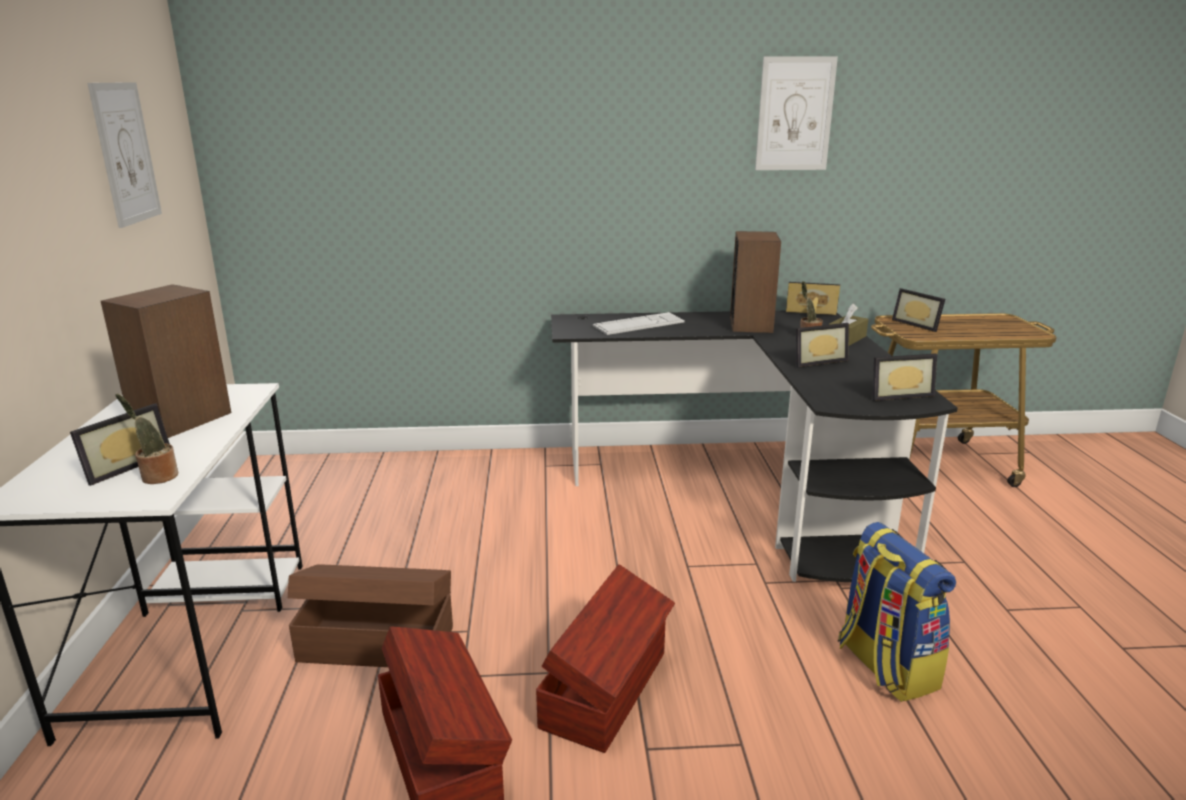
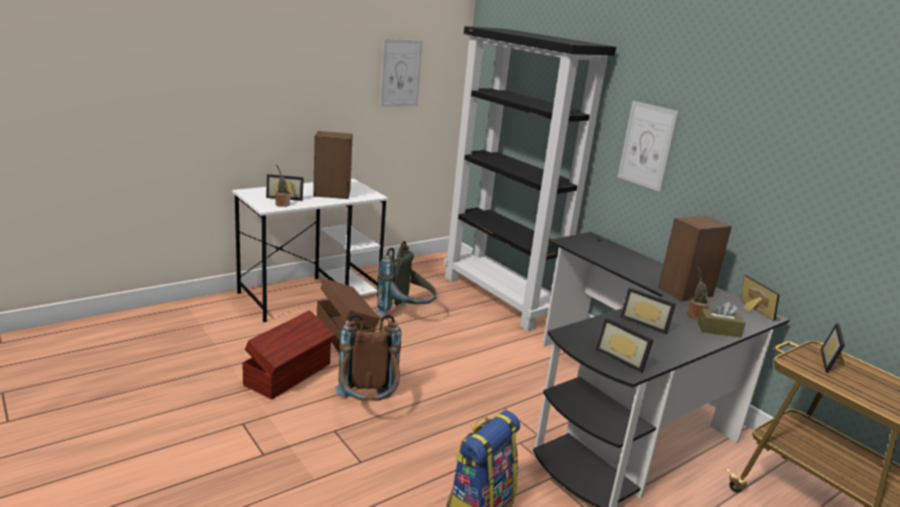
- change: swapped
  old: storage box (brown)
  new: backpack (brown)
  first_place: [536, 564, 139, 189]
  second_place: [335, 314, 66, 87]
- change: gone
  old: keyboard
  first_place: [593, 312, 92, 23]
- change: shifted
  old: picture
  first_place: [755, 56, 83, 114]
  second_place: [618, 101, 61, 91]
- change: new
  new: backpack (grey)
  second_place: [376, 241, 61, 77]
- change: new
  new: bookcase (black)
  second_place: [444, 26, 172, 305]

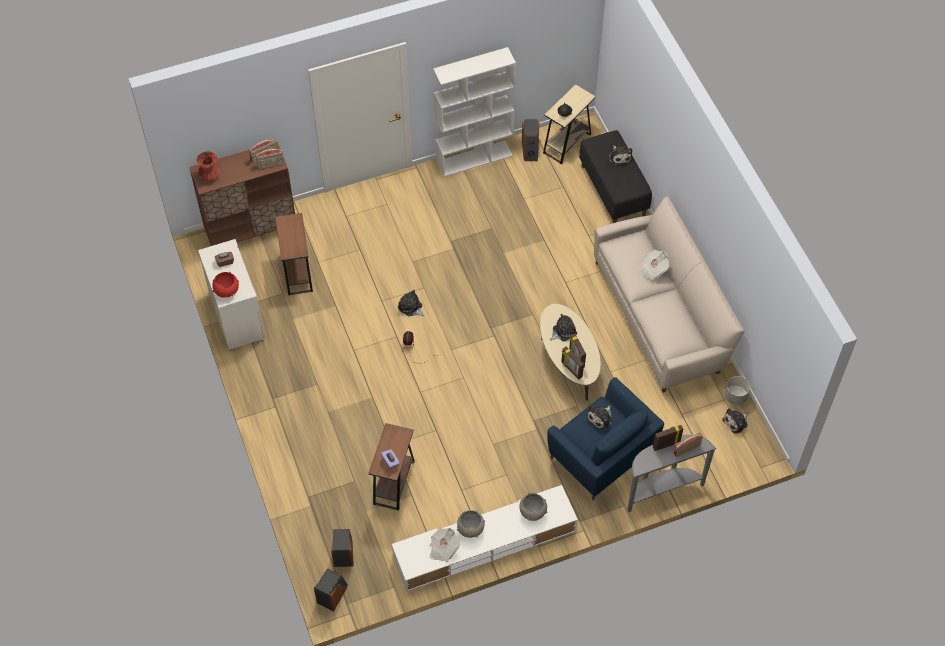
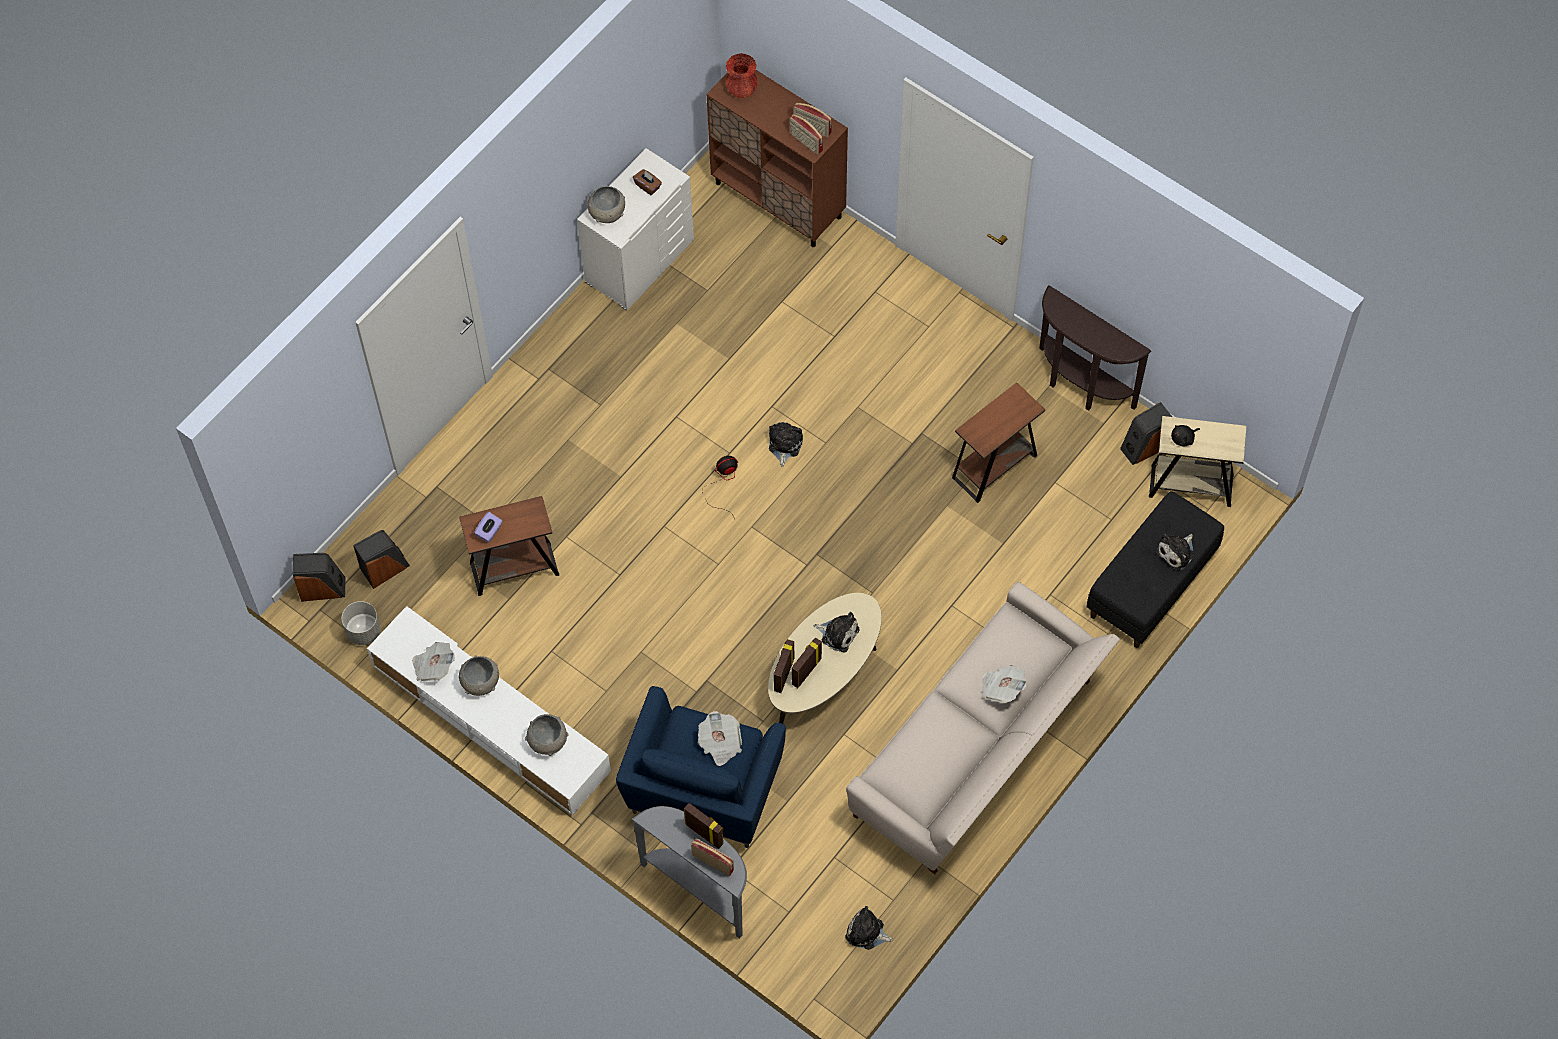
- change: repainted
  old: bowl (red)
  new: bowl (grey)
  first_place: [213, 272, 26, 26]
  second_place: [587, 186, 38, 37]
- change: shifted
  old: side table (brown)
  first_place: [275, 213, 38, 82]
  second_place: [952, 383, 93, 120]
- change: swapped
  old: bookcase (white)
  new: console table (brown)
  first_place: [433, 47, 83, 130]
  second_place: [1039, 286, 112, 125]
- change: swapped
  old: plush toy
  new: newspaper
  first_place: [586, 405, 27, 25]
  second_place: [698, 711, 44, 55]
- change: shifted
  old: planter (grey)
  first_place: [725, 376, 25, 29]
  second_place: [342, 601, 39, 44]

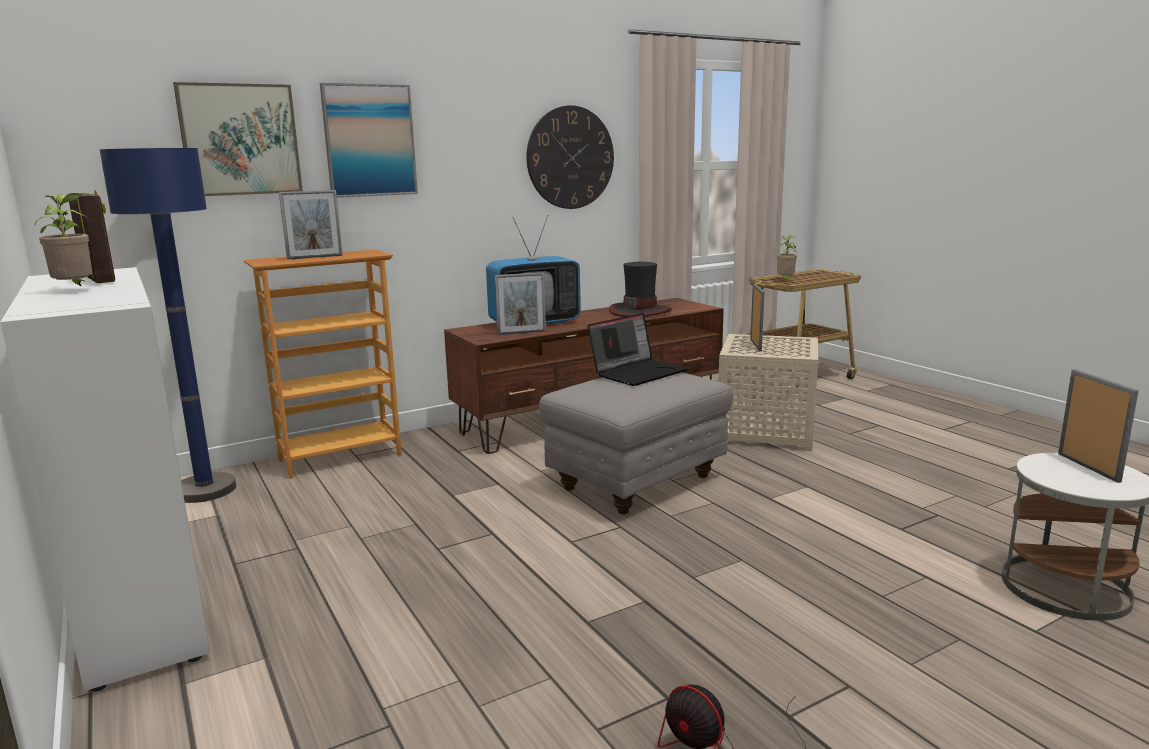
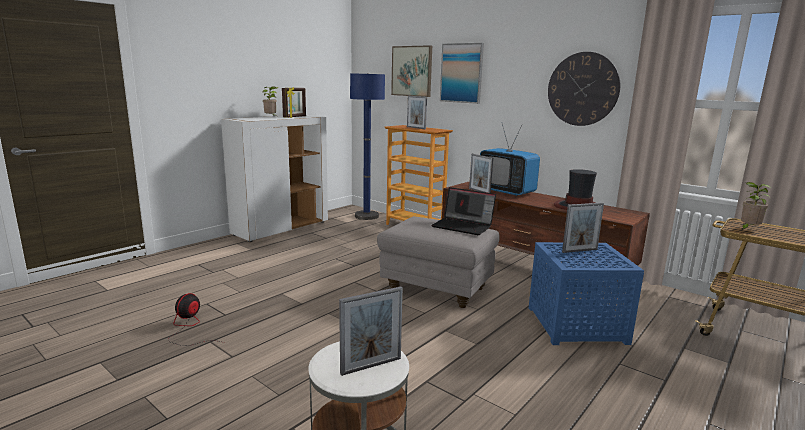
- change: repainted
  old: side table (beige)
  new: side table (blue)
  first_place: [718, 334, 100, 117]
  second_place: [529, 242, 115, 103]

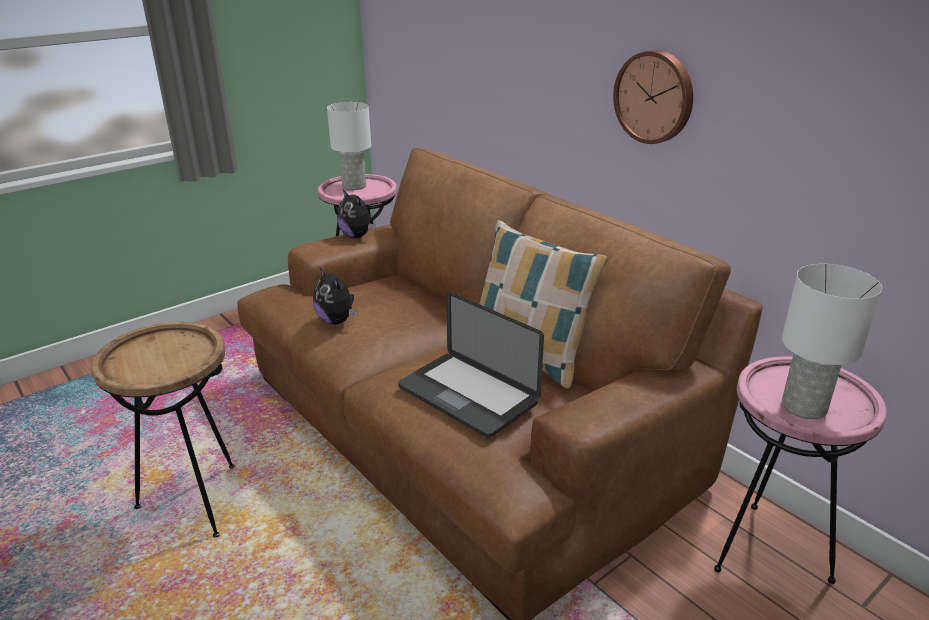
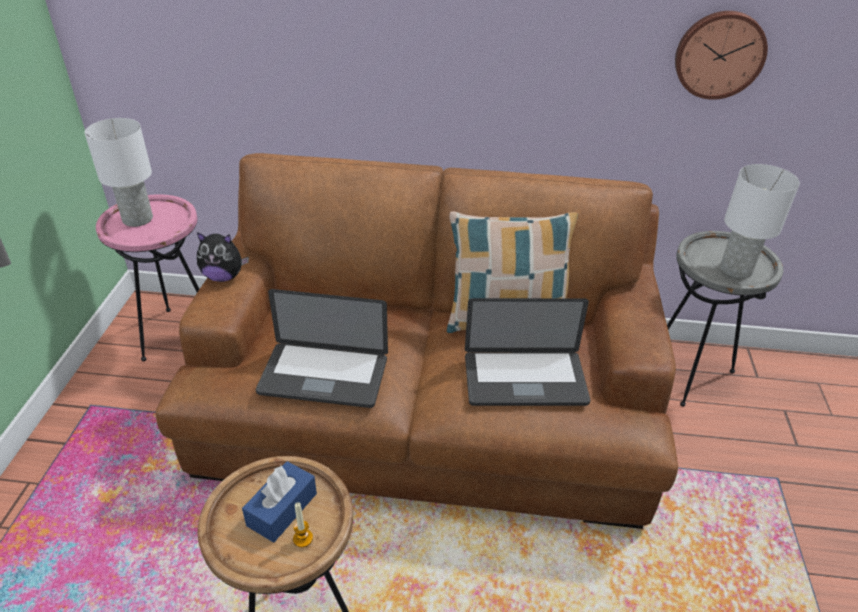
- change: swapped
  old: plush toy
  new: laptop
  first_place: [313, 267, 44, 58]
  second_place: [256, 289, 132, 119]
- change: shifted
  old: wall clock
  first_place: [613, 50, 80, 94]
  second_place: [675, 11, 93, 89]
- change: repainted
  old: side table (pink)
  new: side table (grey)
  first_place: [714, 356, 173, 228]
  second_place: [667, 231, 116, 176]
- change: new
  new: tissue box (blue)
  second_place: [242, 461, 75, 82]
- change: new
  new: candle
  second_place: [293, 502, 20, 46]

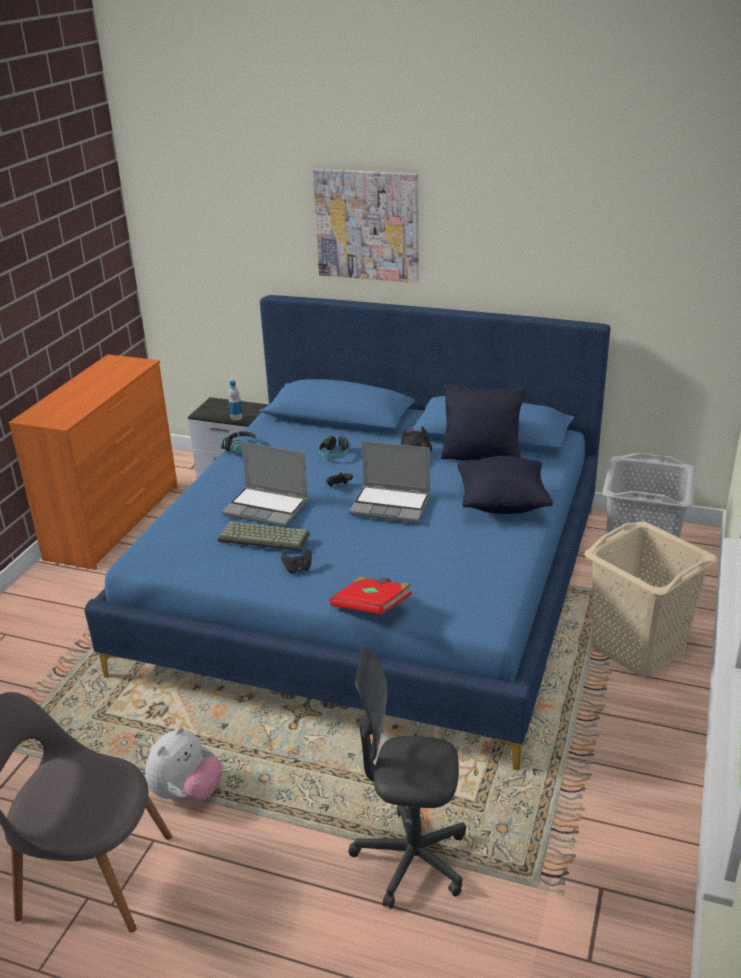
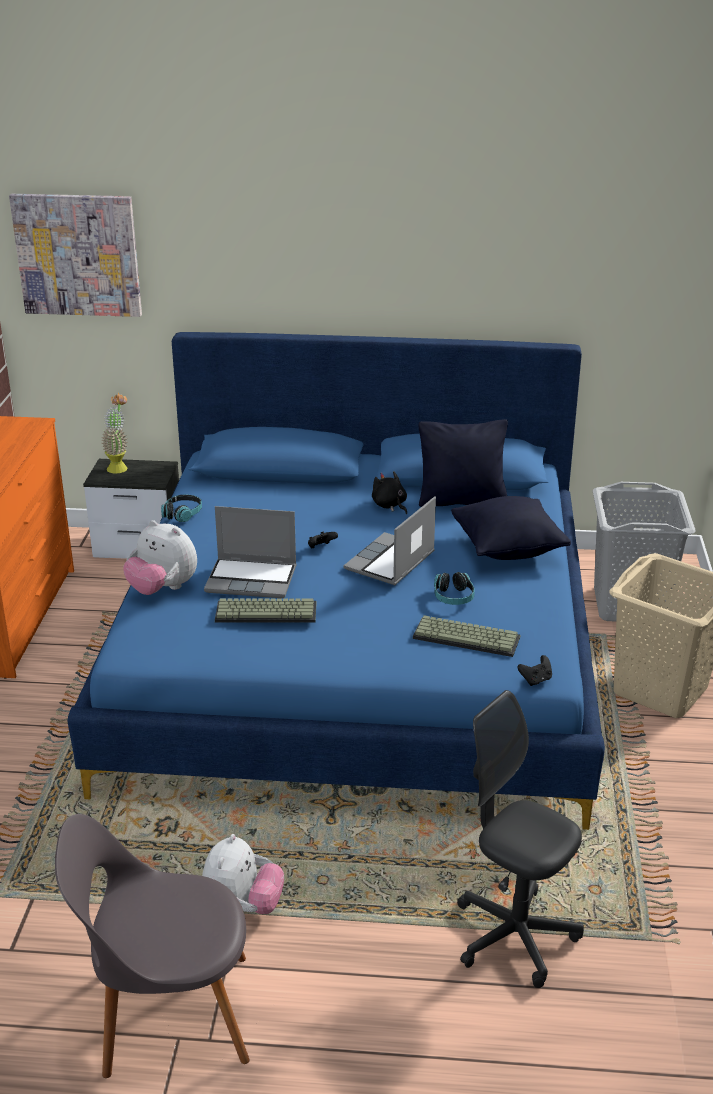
- change: gone
  old: bottle
  first_place: [228, 381, 15, 40]
- change: shifted
  old: game controller (black)
  first_place: [281, 549, 31, 25]
  second_place: [517, 655, 35, 31]
- change: shifted
  old: picture
  first_place: [313, 169, 106, 114]
  second_place: [9, 194, 133, 123]
- change: shifted
  old: headphones
  first_place: [319, 436, 31, 23]
  second_place: [434, 572, 41, 33]
- change: gone
  old: book (red)
  first_place: [329, 577, 83, 38]
- change: rotated
  old: laptop
  first_place: [349, 441, 81, 82]
  second_place: [344, 496, 92, 89]
  degrees: 120
- change: rotated
  old: office chair (grey)
  first_place: [349, 647, 117, 262]
  second_place: [457, 690, 127, 298]
  degrees: 45
- change: new
  new: potted plant
  second_place: [101, 393, 27, 81]
- change: new
  new: plush toy
  second_place: [123, 520, 74, 75]
- change: new
  new: keyboard
  second_place: [413, 615, 107, 42]

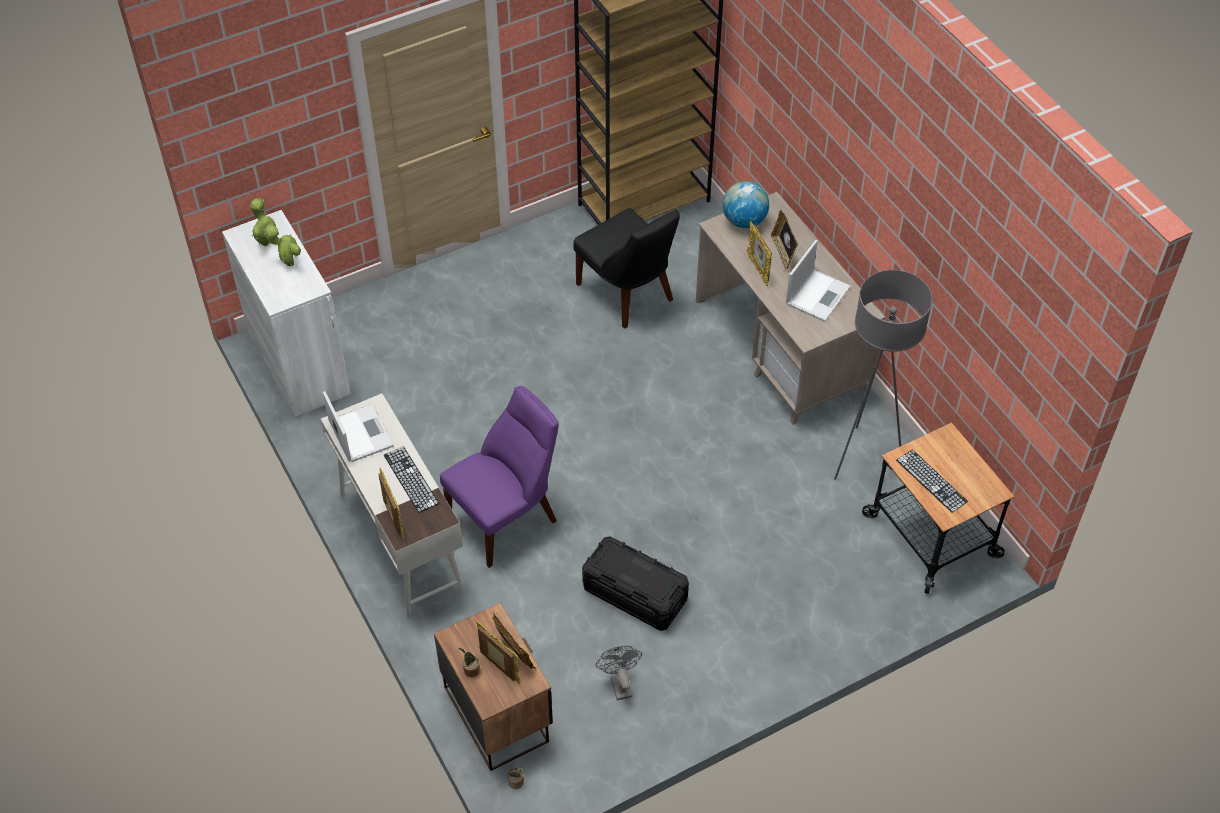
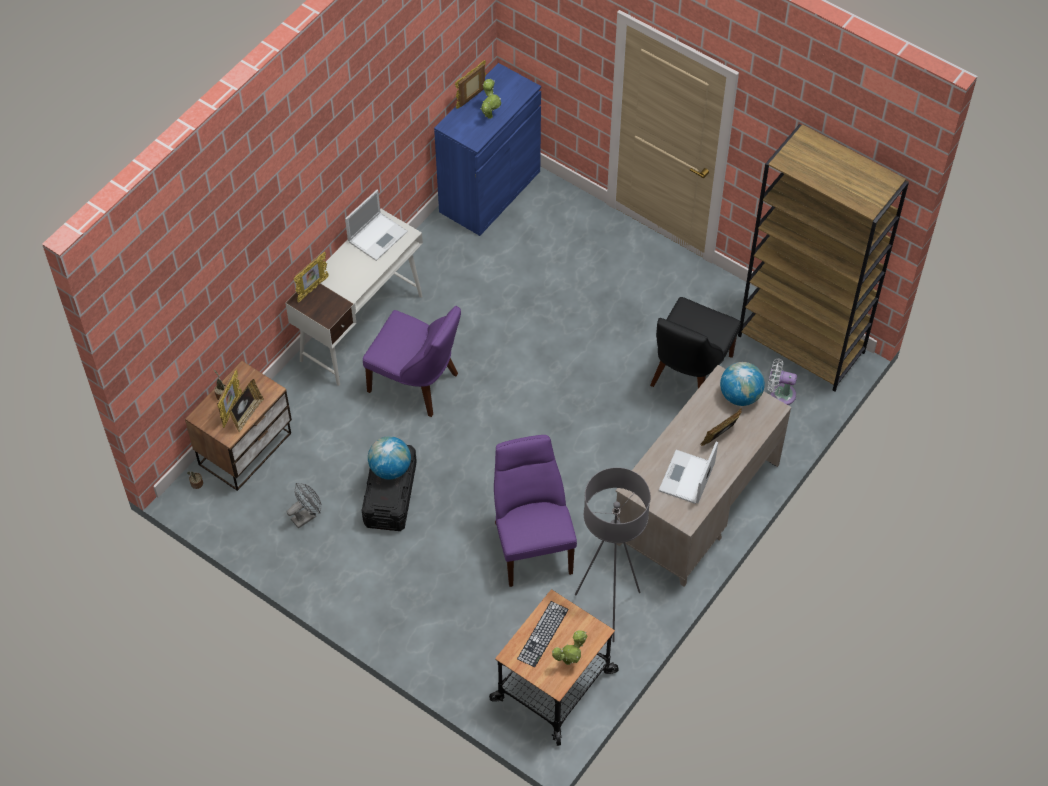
- change: repainted
  old: cabinet (white)
  new: cabinet (blue)
  first_place: [222, 210, 129, 207]
  second_place: [434, 63, 107, 173]
- change: shifted
  old: potted plant
  first_place: [250, 198, 26, 48]
  second_place: [552, 630, 35, 35]
- change: gone
  old: keyboard
  first_place: [384, 446, 55, 67]
- change: shifted
  old: picture frame
  first_place: [747, 221, 25, 65]
  second_place: [455, 60, 31, 49]
- change: rotated
  old: laptop
  first_place: [786, 240, 65, 82]
  second_place: [659, 442, 59, 62]
  degrees: 105
- change: new
  new: globe
  second_place: [368, 436, 43, 43]
- change: new
  new: chair (purple)
  second_place: [494, 435, 83, 152]
- change: new
  new: fan (white)
  second_place: [768, 359, 29, 46]

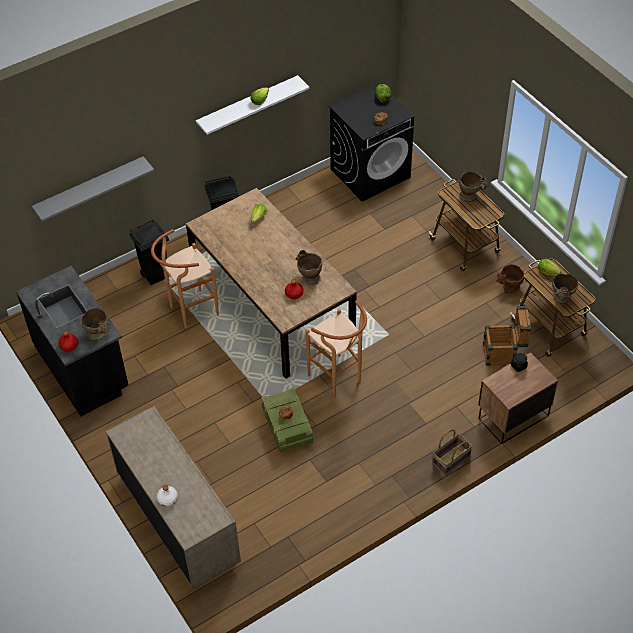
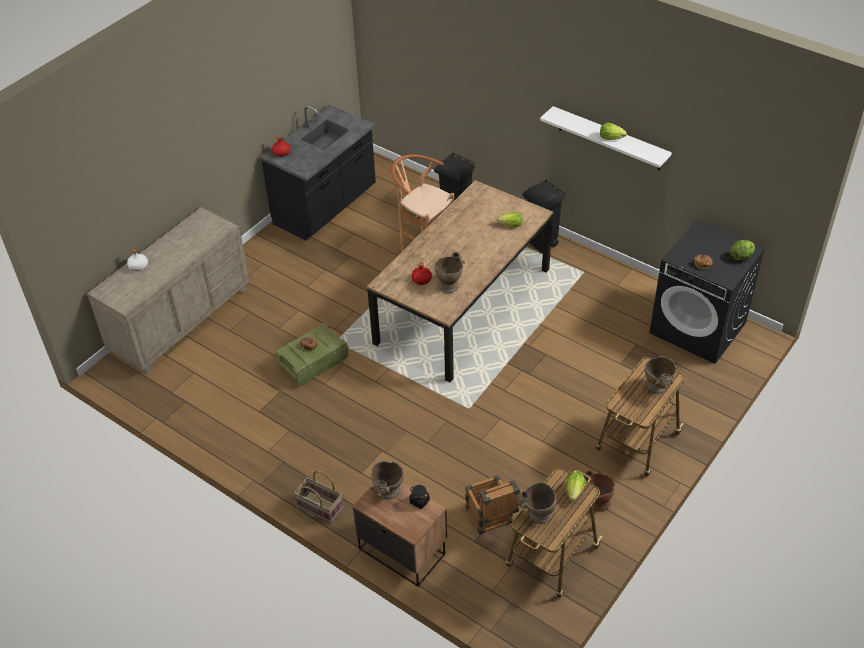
- change: gone
  old: shelf (grey)
  first_place: [32, 156, 122, 66]
- change: shifted
  old: vase (beige)
  first_place: [81, 308, 29, 33]
  second_place: [371, 461, 33, 39]
- change: gone
  old: stool (brown)
  first_place: [306, 300, 61, 98]

